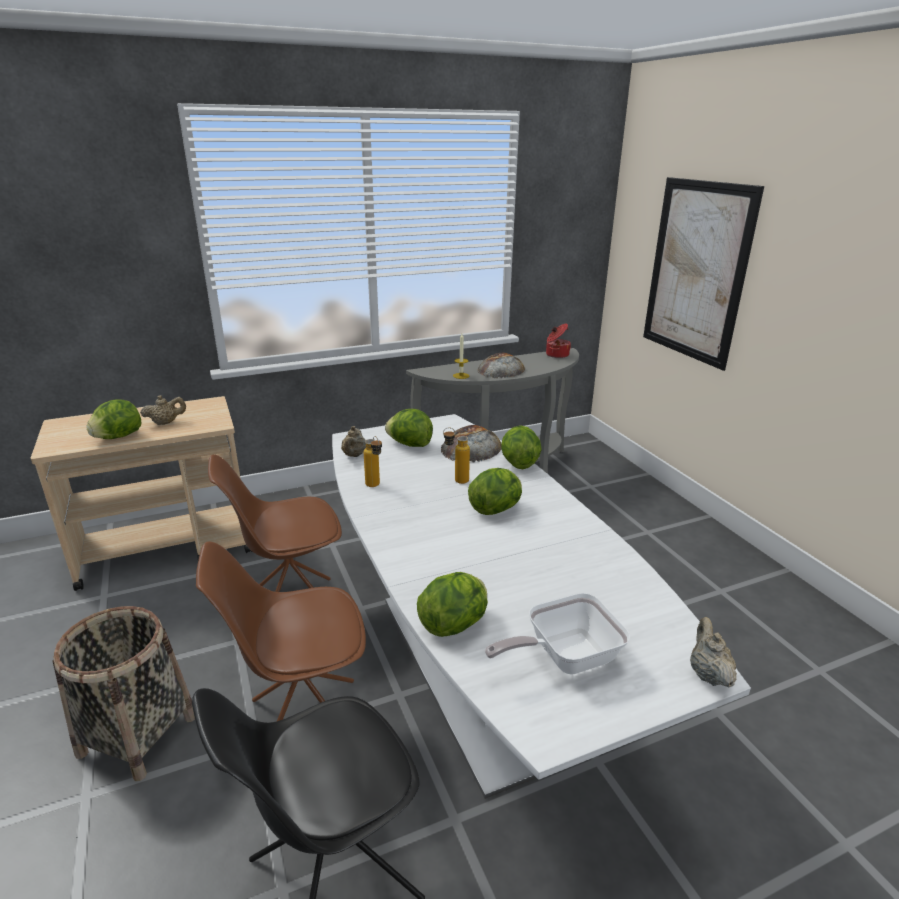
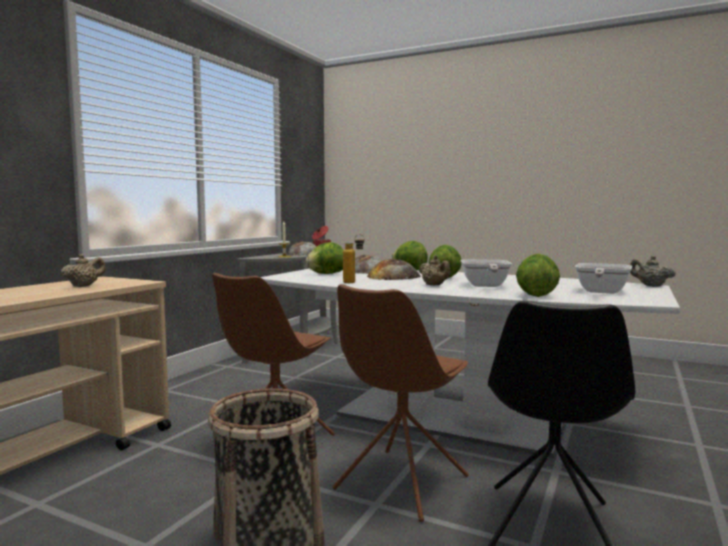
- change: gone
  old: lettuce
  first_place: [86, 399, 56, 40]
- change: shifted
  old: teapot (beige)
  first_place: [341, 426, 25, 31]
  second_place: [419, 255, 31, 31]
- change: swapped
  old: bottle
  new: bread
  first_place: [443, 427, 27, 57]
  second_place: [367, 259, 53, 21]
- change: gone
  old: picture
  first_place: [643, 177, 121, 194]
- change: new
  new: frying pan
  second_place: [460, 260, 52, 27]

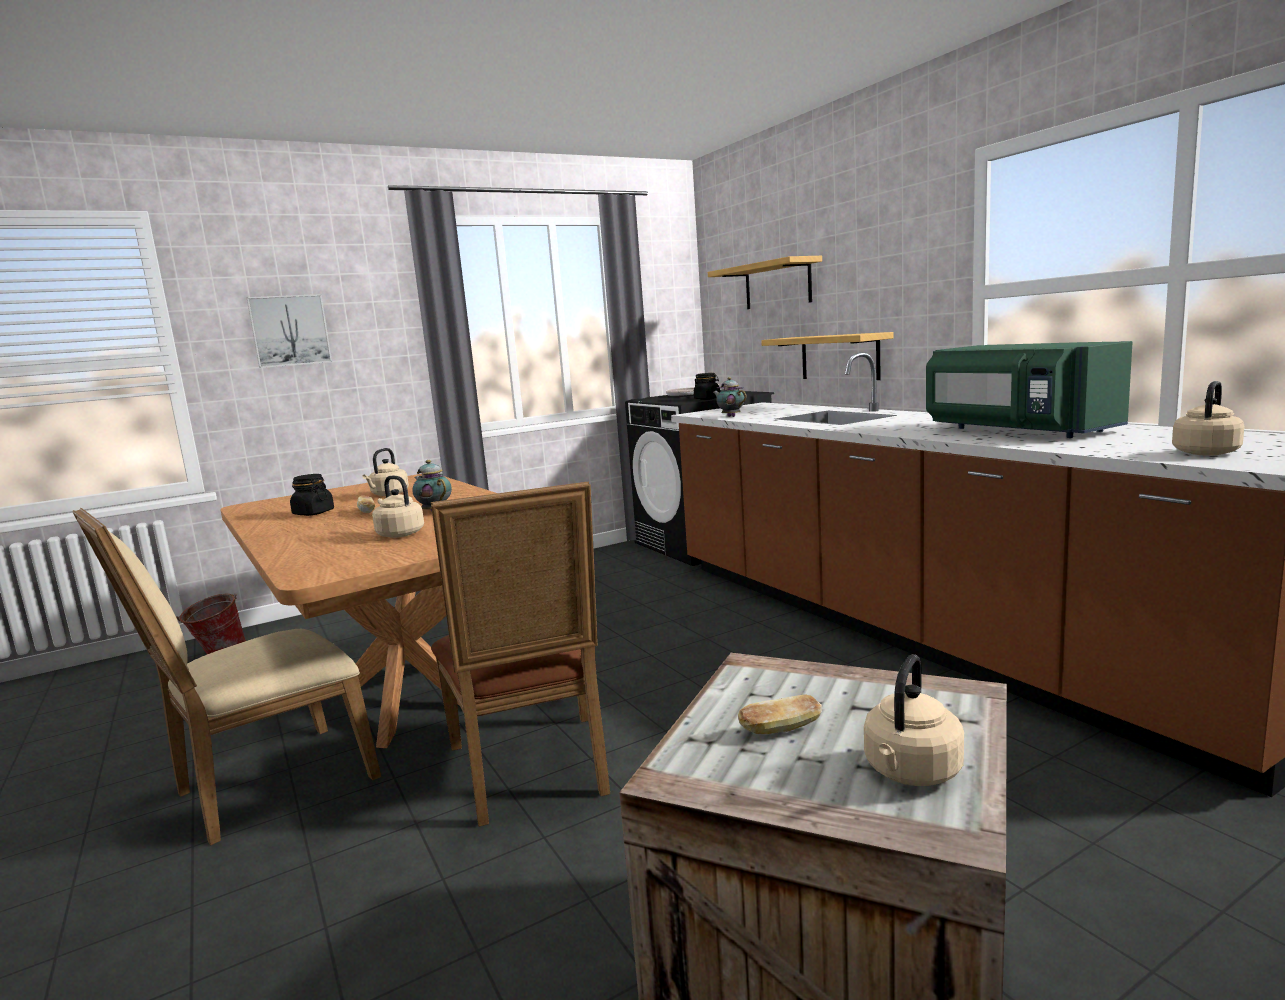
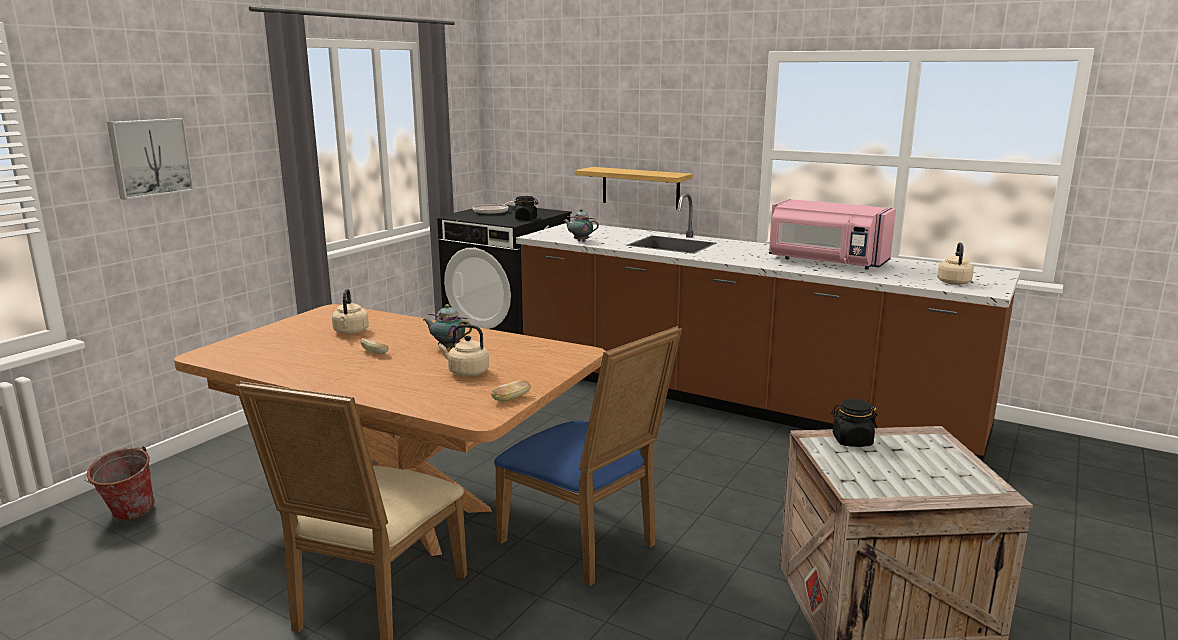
- change: shifted
  old: jar (black)
  first_place: [290, 474, 44, 42]
  second_place: [831, 399, 46, 48]
- change: repainted
  old: chair (brown)
  new: chair (blue)
  first_place: [431, 482, 179, 345]
  second_place: [494, 326, 188, 260]
- change: gone
  old: shelf
  first_place: [708, 256, 114, 53]
- change: shifted
  old: bread
  first_place: [738, 694, 84, 41]
  second_place: [491, 380, 40, 22]
- change: gone
  old: kettle (beige)
  first_place: [864, 654, 100, 132]
- change: repainted
  old: microwave (green)
  new: microwave (pink)
  first_place: [926, 341, 207, 97]
  second_place: [769, 199, 127, 71]

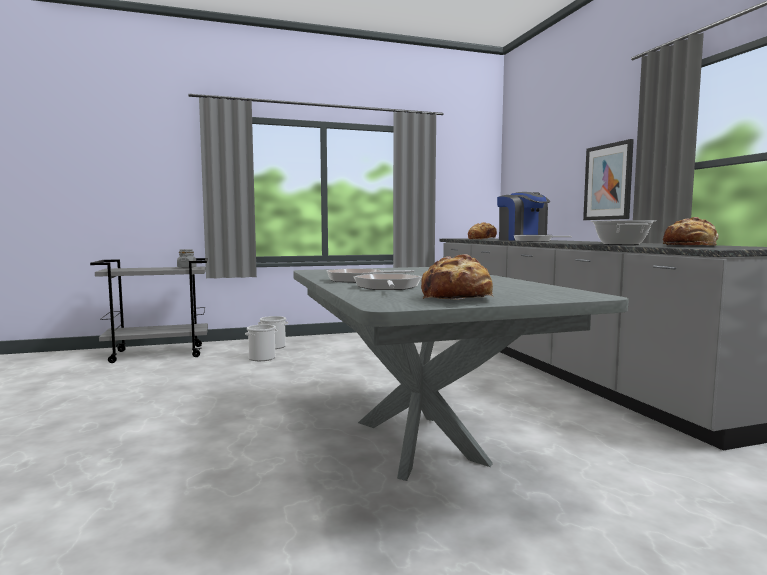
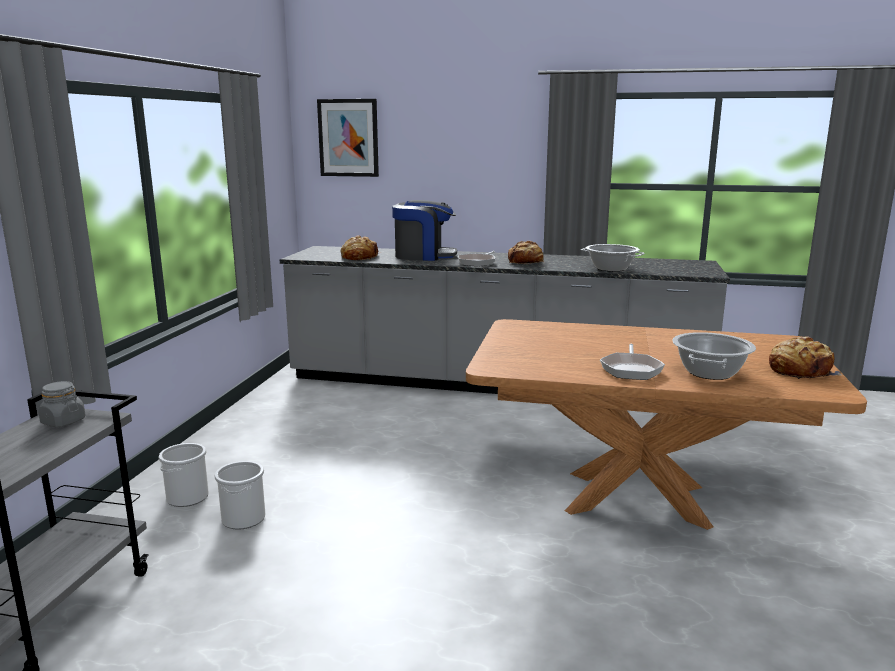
- change: repainted
  old: dining table (grey)
  new: dining table (brown)
  first_place: [293, 267, 336, 214]
  second_place: [466, 319, 401, 211]
- change: swapped
  old: frying pan
  new: cooking pot
  first_place: [354, 273, 68, 17]
  second_place: [672, 332, 84, 48]
- change: shifted
  old: picture
  first_place: [583, 139, 51, 81]
  second_place: [317, 99, 62, 78]
- change: shifted
  old: bread
  first_place: [663, 217, 56, 28]
  second_place: [508, 241, 36, 23]

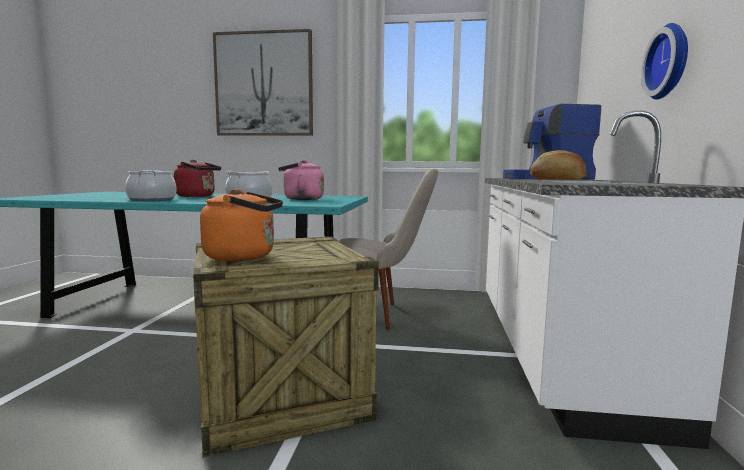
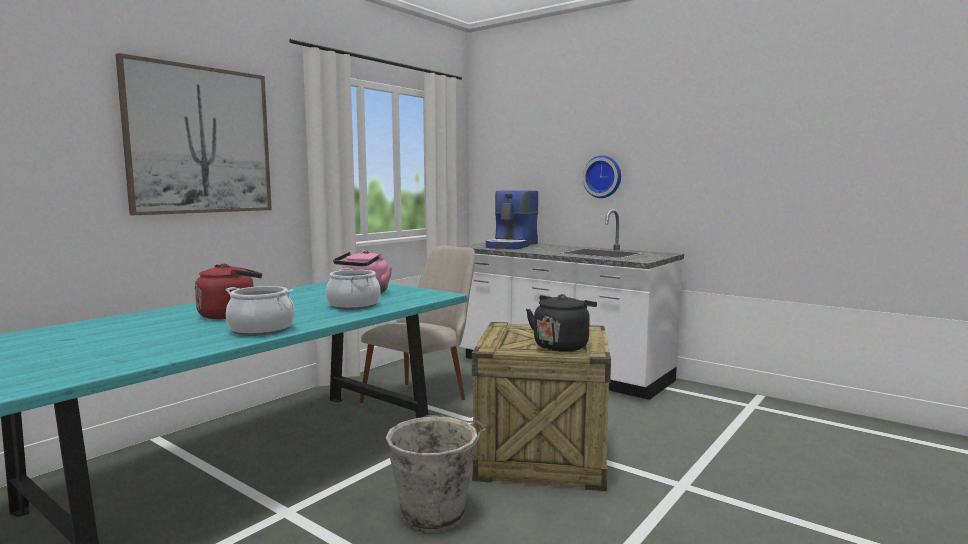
- change: repainted
  old: kettle (orange)
  new: kettle (black)
  first_place: [200, 189, 83, 72]
  second_place: [526, 294, 71, 58]
- change: gone
  old: bread
  first_place: [530, 150, 56, 30]
- change: new
  new: bucket (grey)
  second_place: [386, 415, 100, 118]

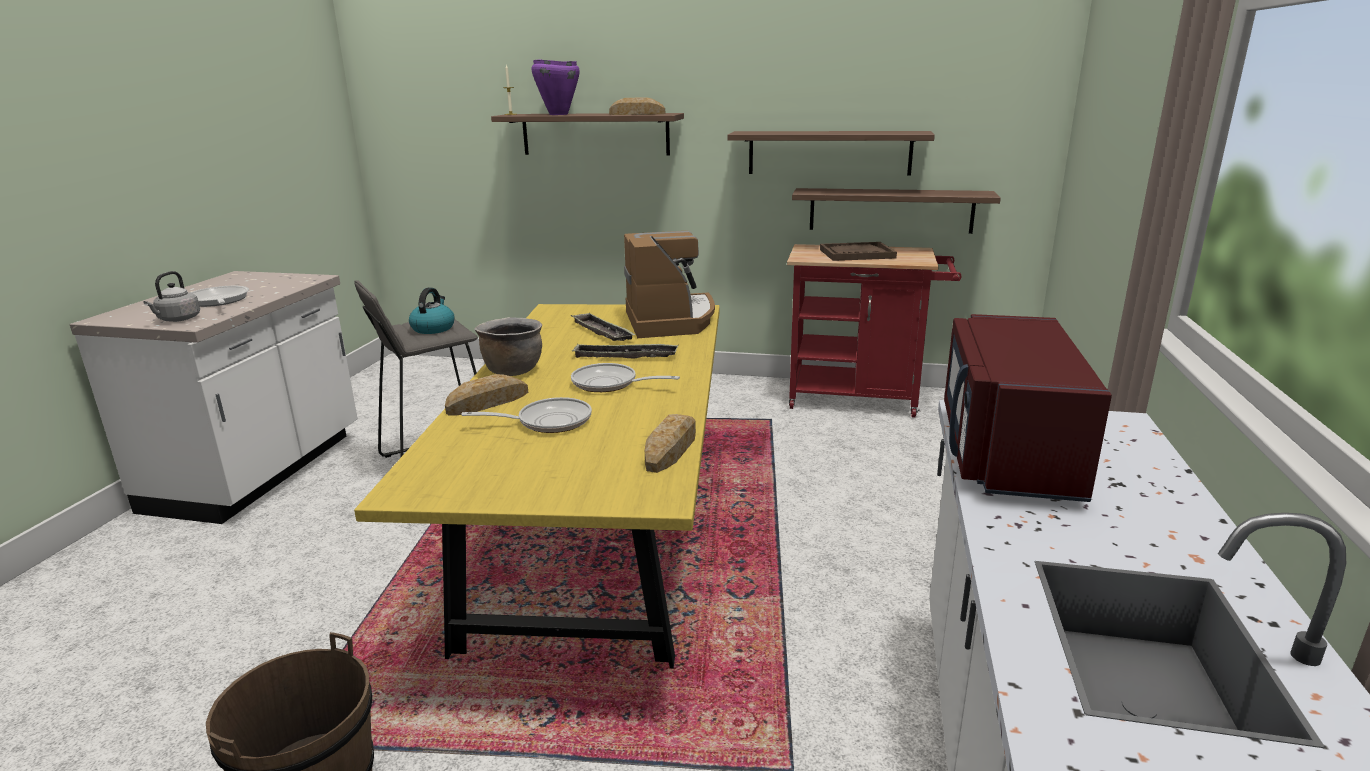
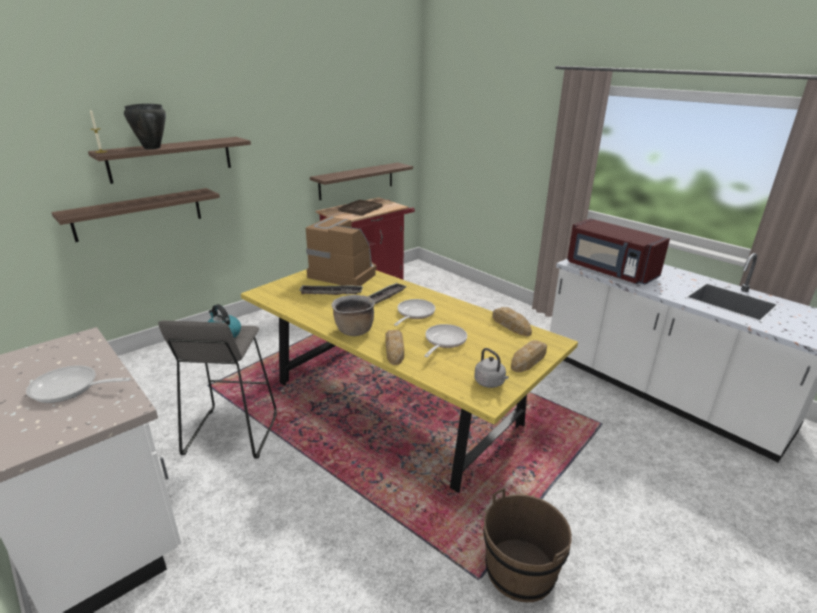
- change: shifted
  old: kettle (grey)
  first_place: [143, 271, 57, 51]
  second_place: [474, 348, 35, 40]
- change: repainted
  old: cooking pot (purple)
  new: cooking pot (black)
  first_place: [531, 59, 49, 56]
  second_place: [124, 104, 42, 45]
- change: rotated
  old: frying pan
  first_place: [571, 363, 109, 29]
  second_place: [394, 299, 41, 27]
  degrees: 150
- change: shifted
  old: bread
  first_place: [609, 97, 56, 18]
  second_place: [511, 340, 36, 32]
- change: shifted
  old: shelf
  first_place: [727, 131, 208, 45]
  second_place: [51, 188, 169, 54]

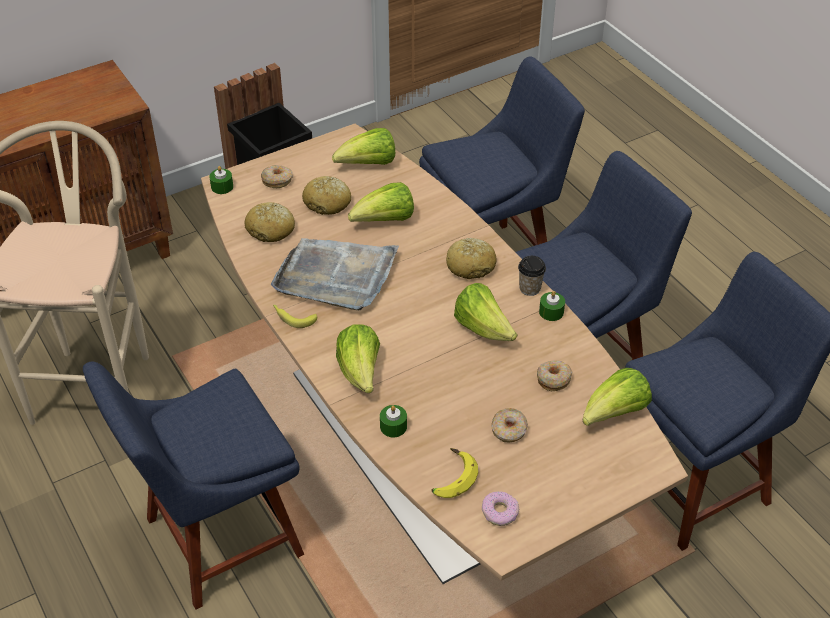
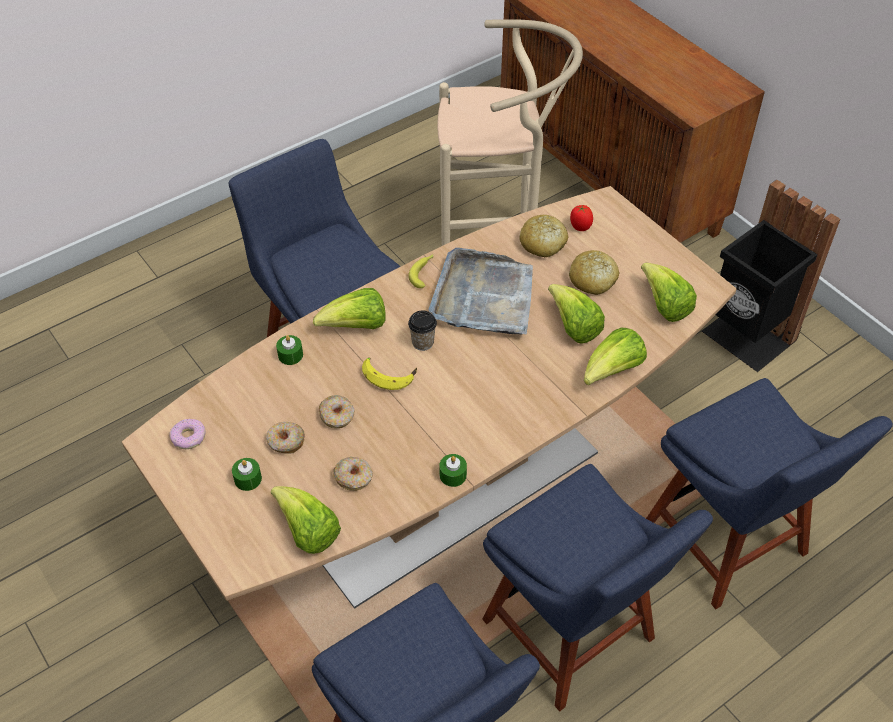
- change: shifted
  old: candle (green)
  first_place: [209, 166, 24, 28]
  second_place: [232, 458, 30, 33]
- change: shifted
  old: donut
  first_place: [261, 165, 32, 23]
  second_place: [319, 395, 35, 33]
- change: shifted
  old: banana
  first_place: [432, 448, 46, 50]
  second_place: [362, 357, 55, 33]
- change: gone
  old: bread
  first_place: [446, 238, 51, 41]
- change: shifted
  old: lettuce
  first_place: [454, 283, 63, 58]
  second_place: [584, 328, 63, 57]
- change: shifted
  old: cup
  first_place: [518, 256, 28, 40]
  second_place: [408, 310, 29, 41]
- change: new
  new: tomato
  second_place: [570, 205, 23, 26]

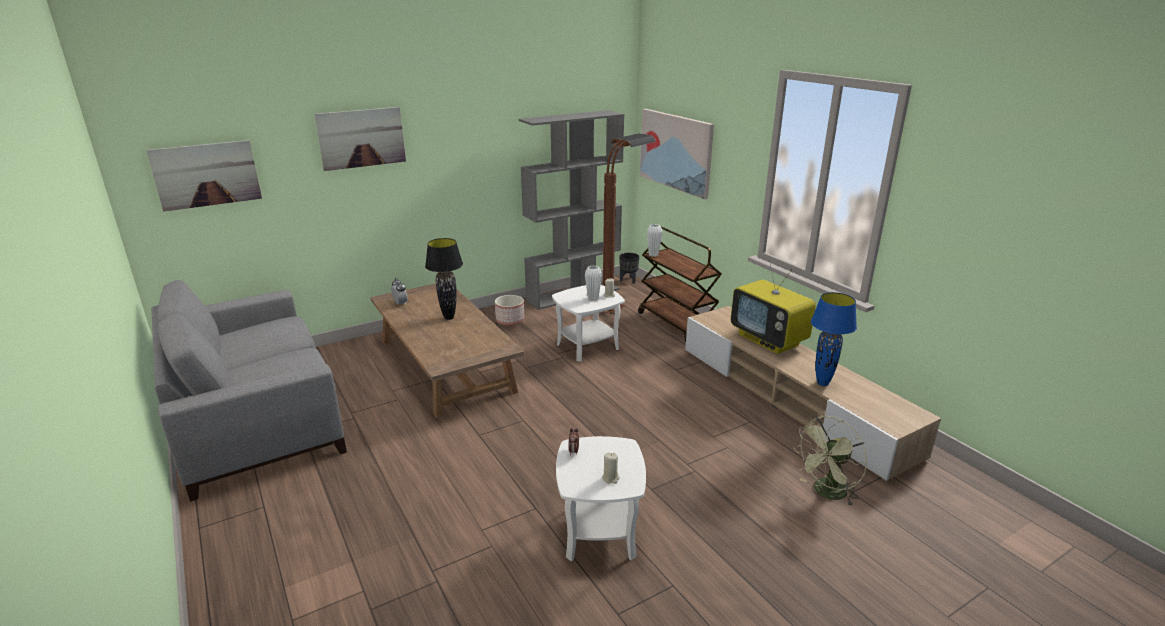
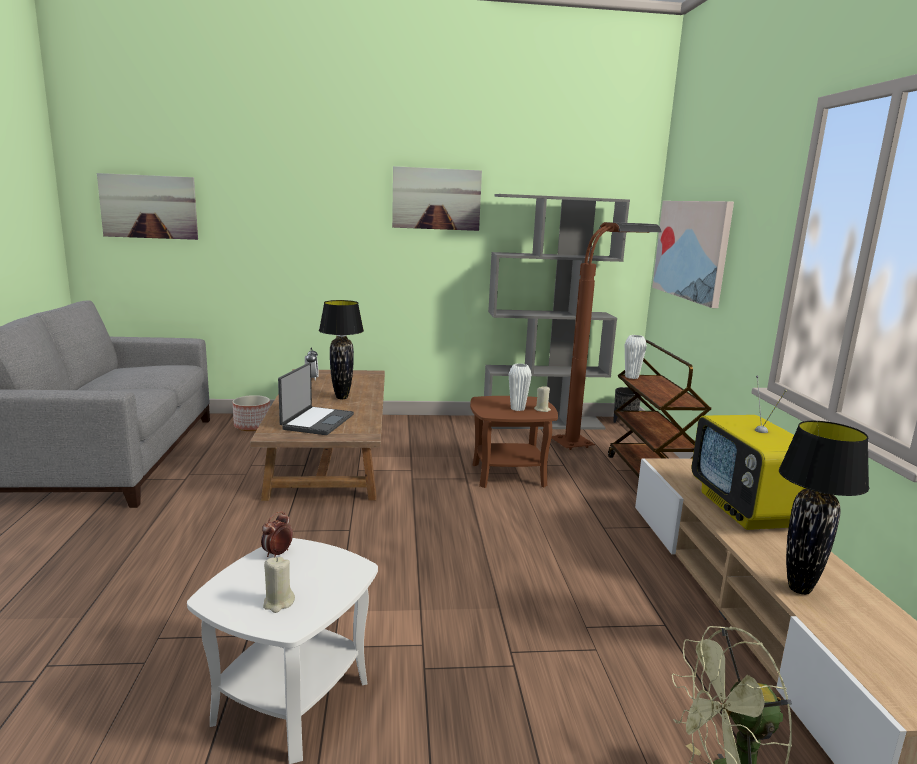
- change: shifted
  old: picture
  first_place: [314, 107, 92, 64]
  second_place: [392, 166, 90, 65]
- change: shifted
  old: planter
  first_place: [495, 295, 29, 31]
  second_place: [233, 395, 37, 36]
- change: repainted
  old: side table (white)
  new: side table (brown)
  first_place: [552, 285, 73, 77]
  second_place: [470, 396, 88, 92]
- change: repainted
  old: table lamp (blue)
  new: table lamp (black)
  first_place: [811, 292, 46, 94]
  second_place: [779, 421, 90, 174]
- change: new
  new: laptop
  second_place: [278, 363, 76, 72]

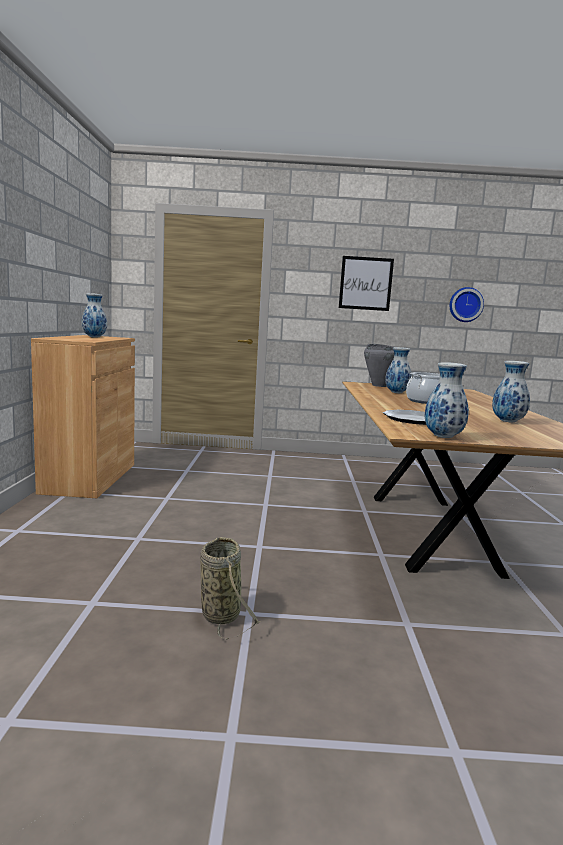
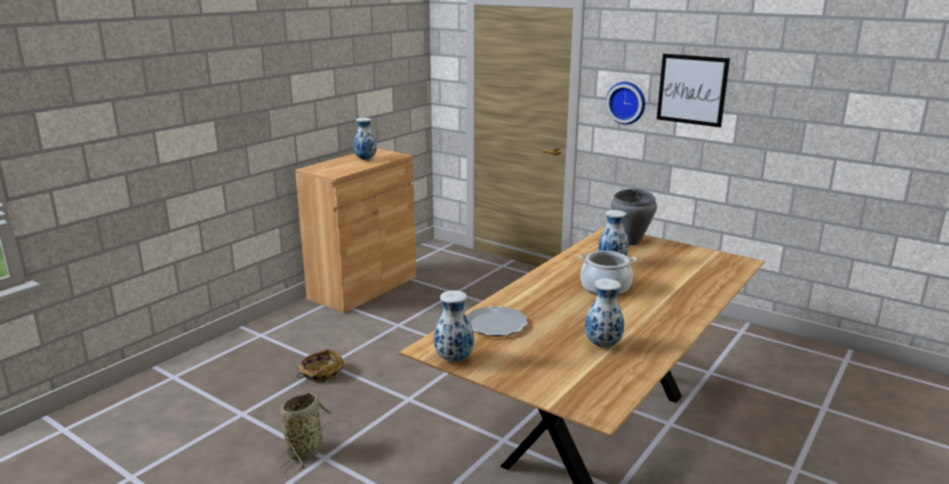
- change: shifted
  old: wall clock
  first_place: [450, 287, 34, 35]
  second_place: [606, 82, 39, 43]
- change: new
  new: basket
  second_place: [297, 349, 47, 33]

